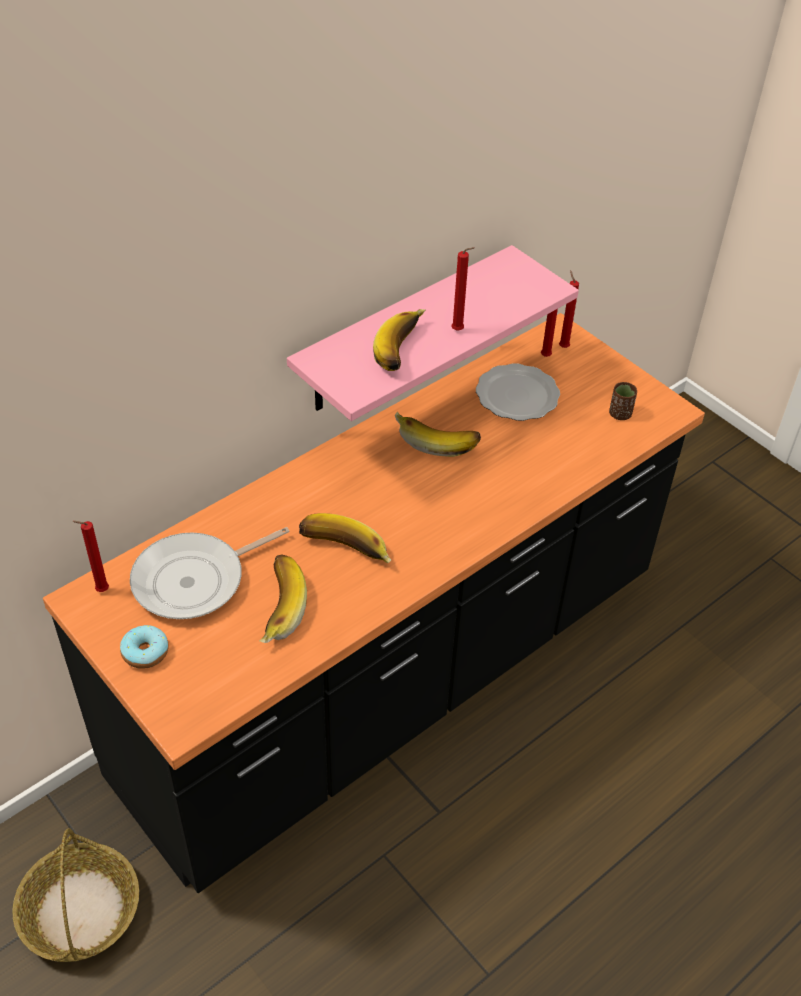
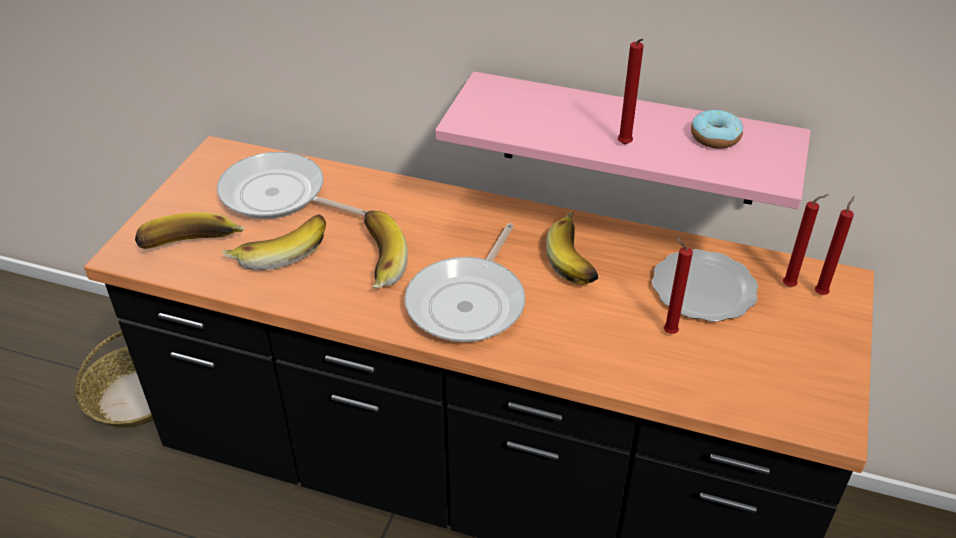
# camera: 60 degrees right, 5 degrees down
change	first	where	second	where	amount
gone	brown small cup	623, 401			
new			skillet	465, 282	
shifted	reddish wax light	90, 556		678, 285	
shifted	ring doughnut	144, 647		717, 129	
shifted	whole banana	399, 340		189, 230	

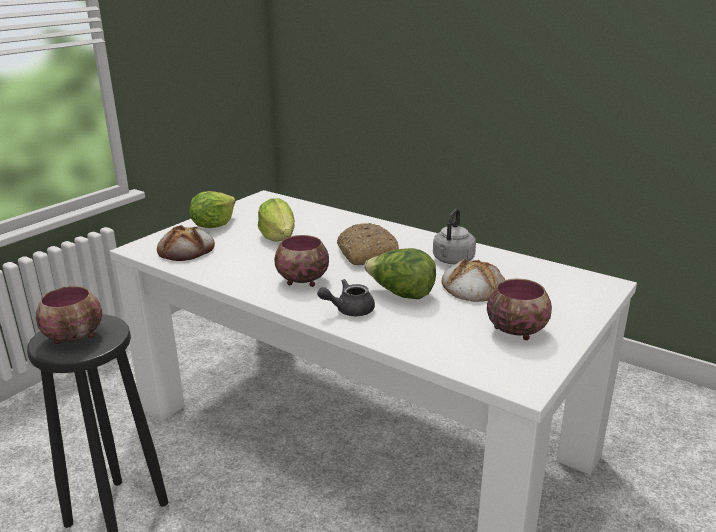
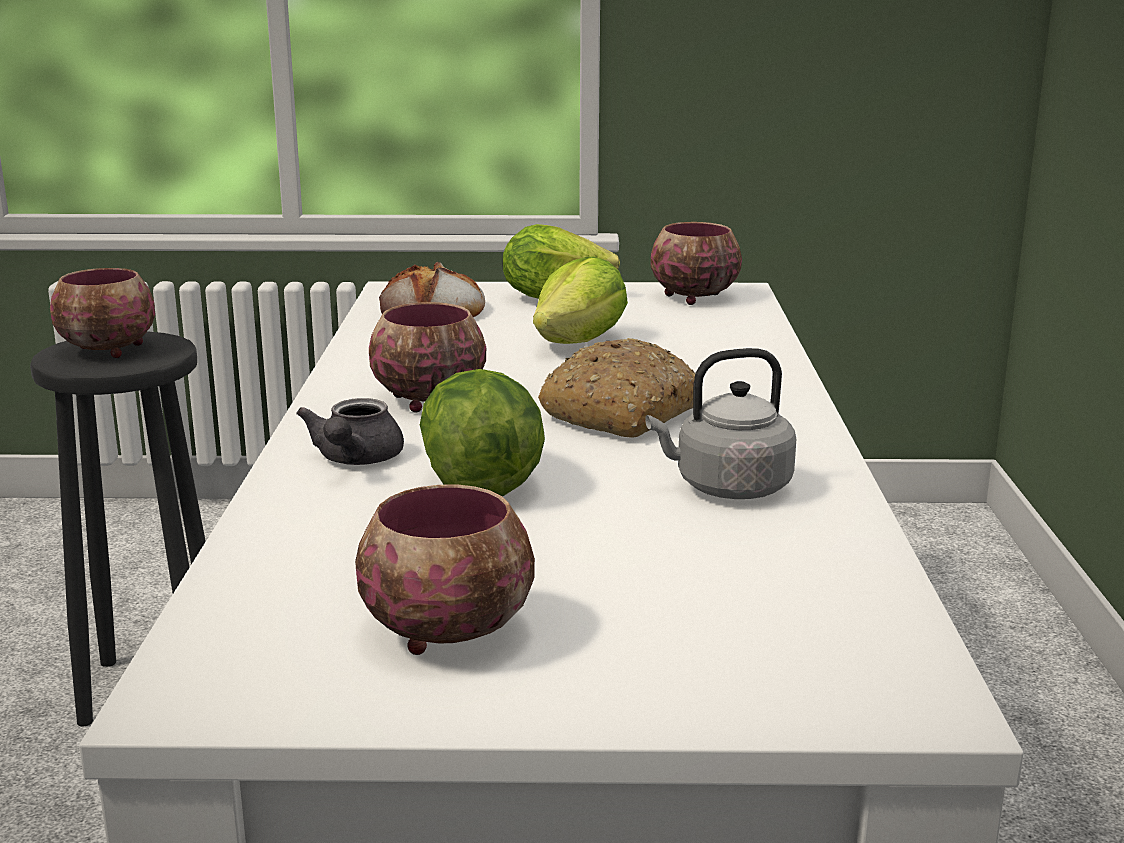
# camera: 55 degrees right, 5 degrees down
change	first	where	second	where	amount
gone	bakery bread	473, 280			
new			serving bowl	696, 263	
rotated	greyish tea pot	346, 297		350, 431	120 degrees counterclockwise

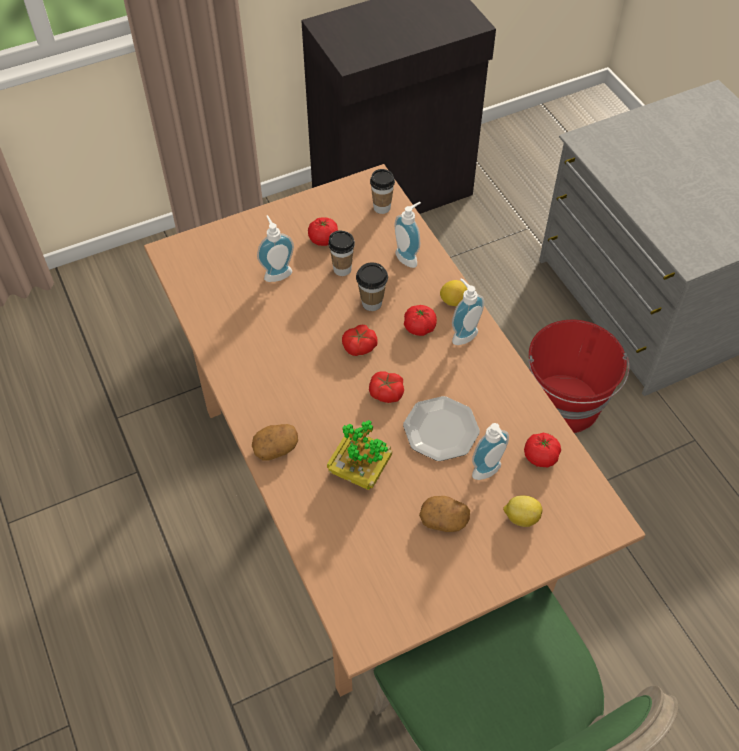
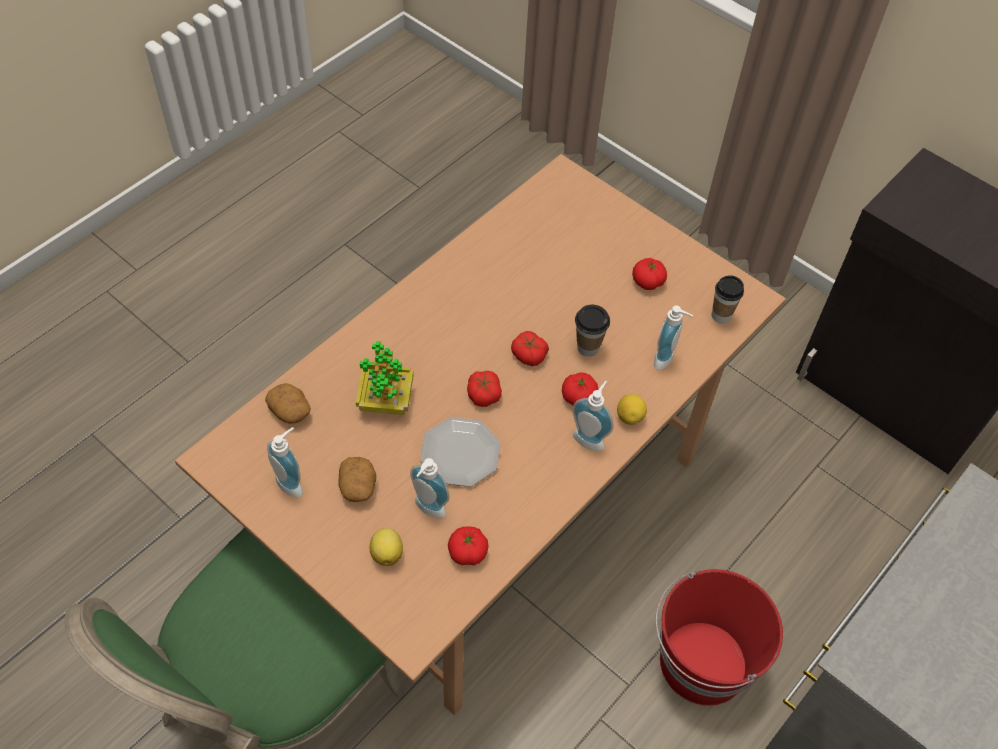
# camera: 65 degrees right, 0 degrees up
change	first	where	second	where	amount
gone	small cup	341, 253			
shifted	spud	275, 442		288, 403	
shifted	soap bottle	275, 248		285, 462	

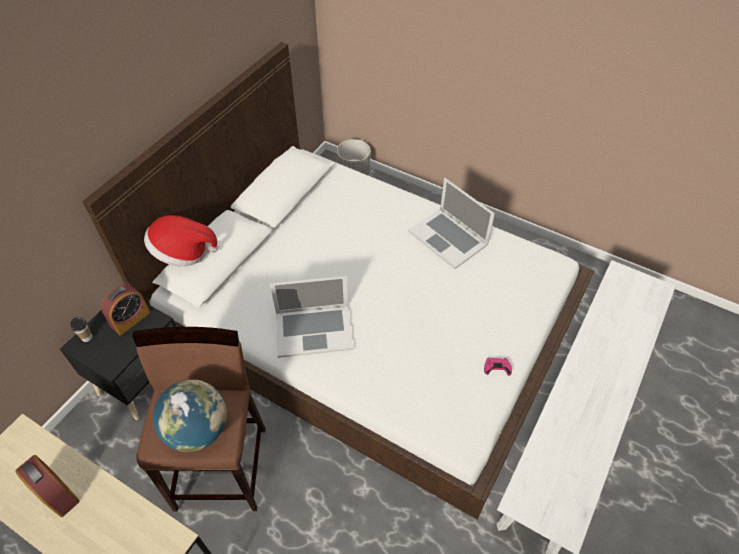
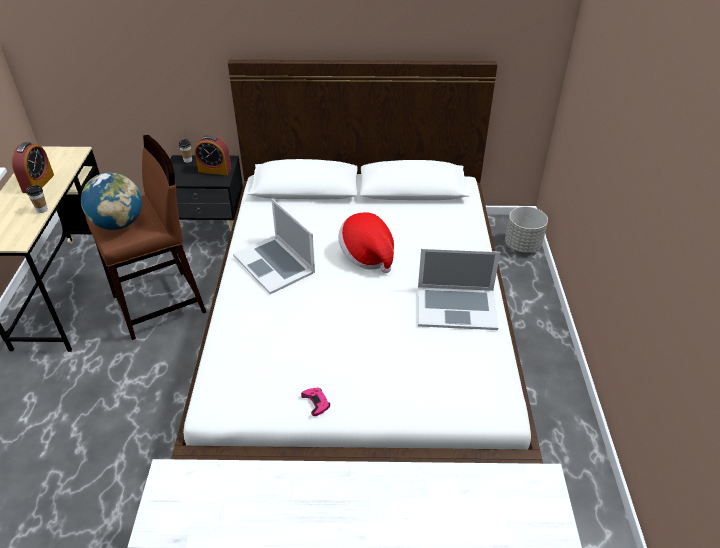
# camera: 60 degrees right, 10 degrees down
change	first	where	second	where	amount
new			small cup	37, 199	
shifted	wearable hat	181, 240		366, 242	
rotated	notebook computer	451, 223		459, 289	105 degrees counterclockwise

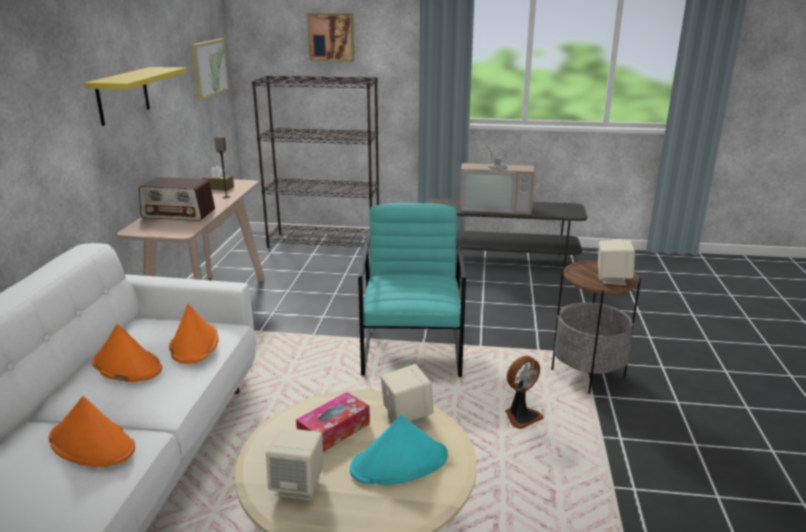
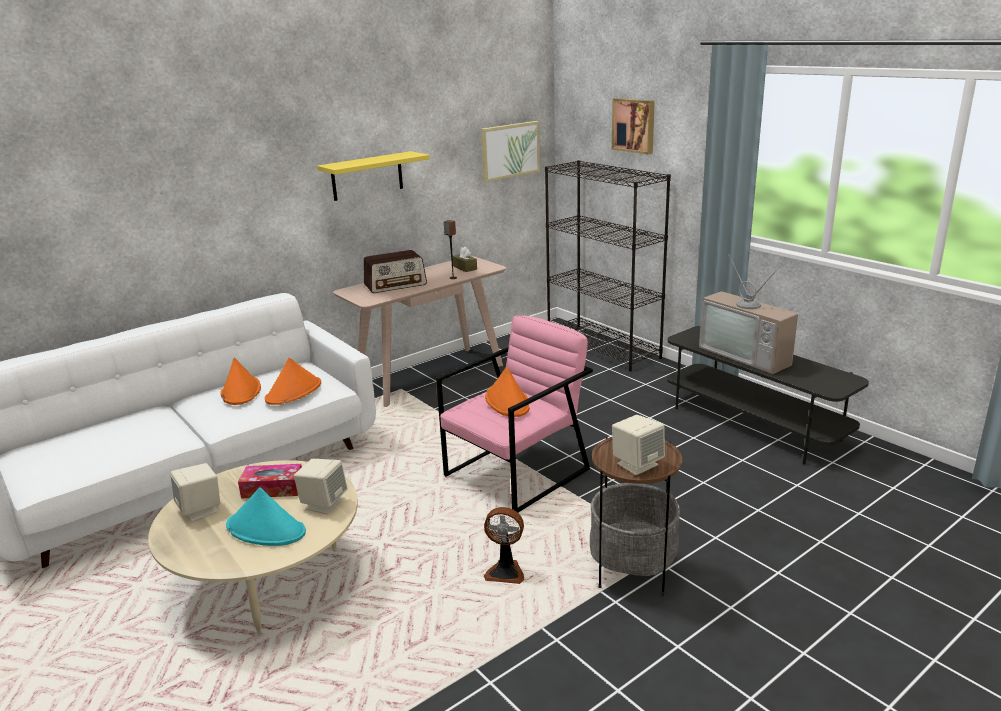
# camera: 45 degrees right, 0 degrees up
change	first	where	second	where	amount
shifted	orangey wearable hat	91, 431		507, 392	
repainted	turquoise-coloured easy chair	412, 290	pinkish easy chair	514, 413	
rotated	radio receiver	177, 199		395, 271	75 degrees counterclockwise

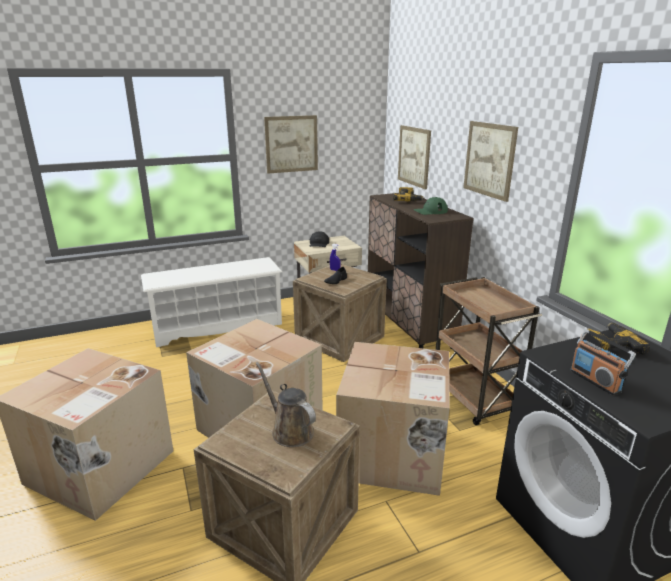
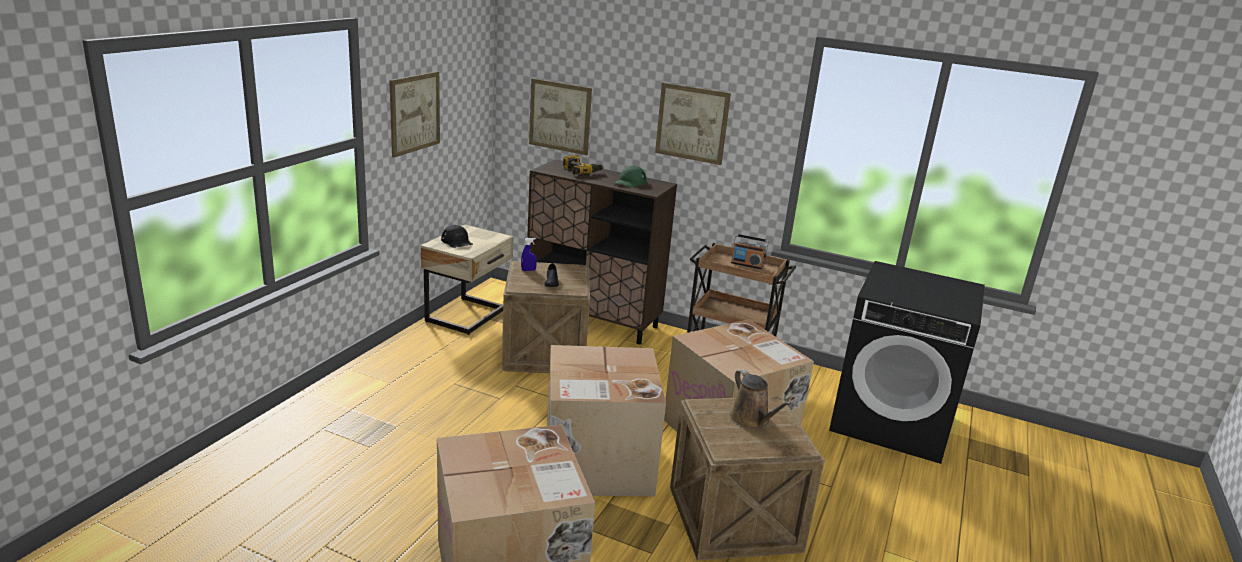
# camera: 45 degrees left, 0 degrees up
change	first	where	second	where	amount
gone	white shoe shelf	211, 302			
gone	drill	616, 339			
shifted	radio receiver	603, 362		750, 251	
rotated	brown sprinkling can	286, 404		761, 399	120 degrees counterclockwise

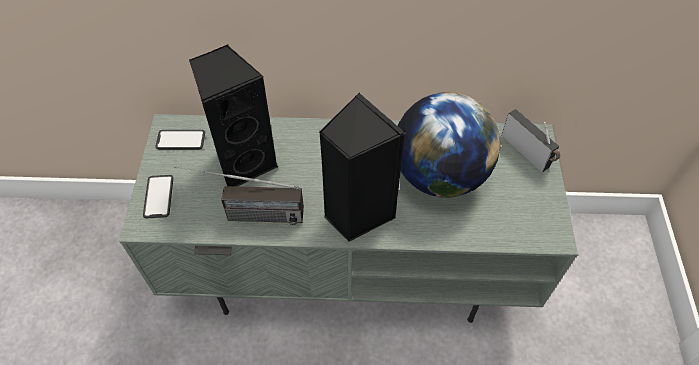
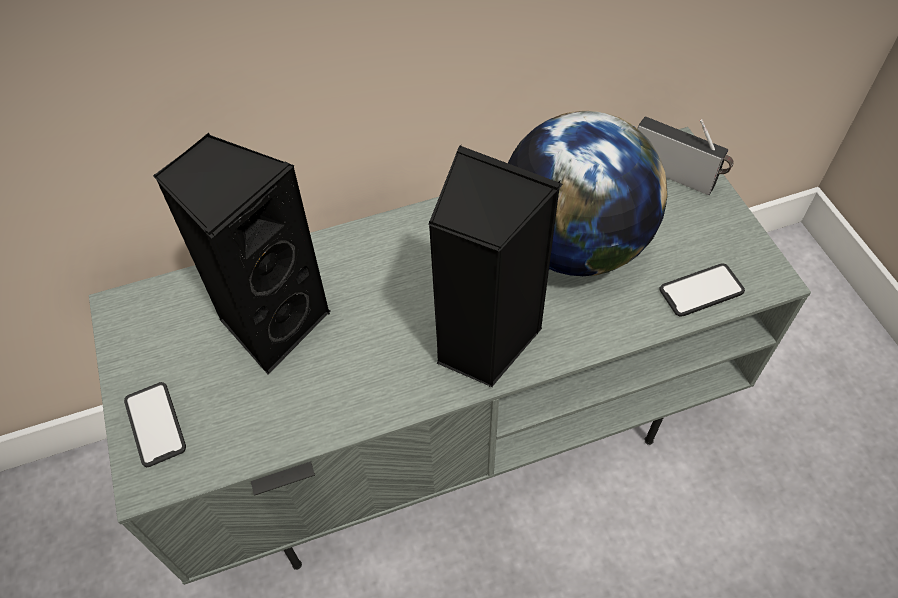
# camera: 20 degrees left, 0 degrees up
change	first	where	second	where	amount
gone	radio receiver	239, 195			
shifted	handset	180, 140		702, 290	

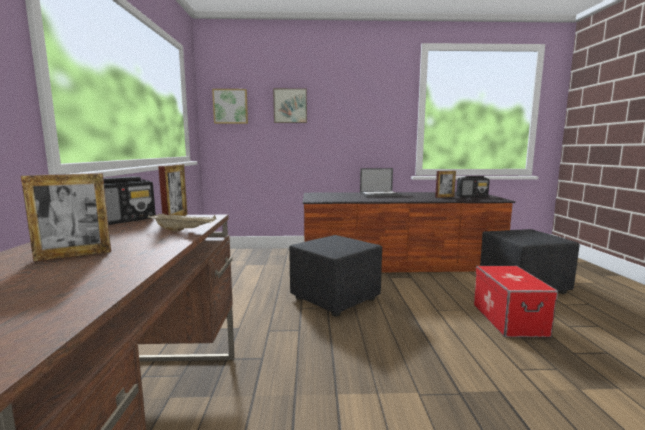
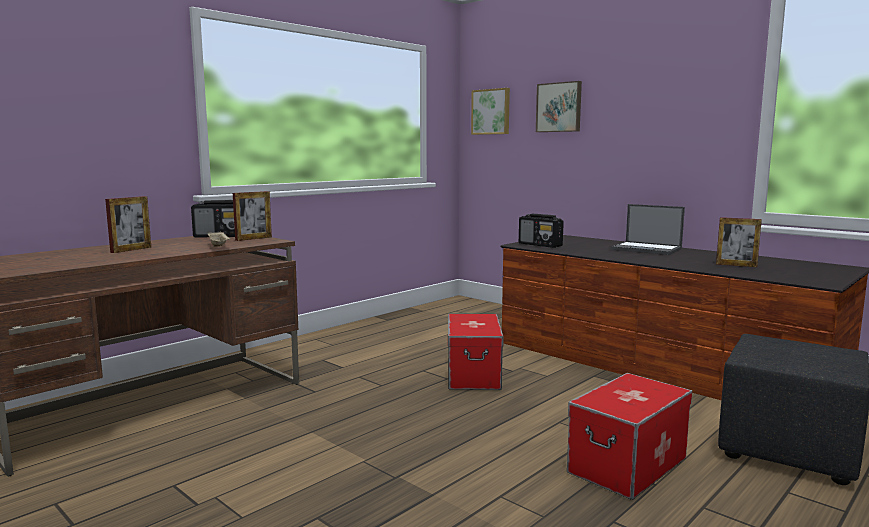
# camera: 45 degrees right, 0 degrees up
change	first	where	second	where	amount
shifted	radio receiver	473, 186		541, 231	
swapped	black-coloured pouffe	335, 276	storage box	476, 352	
rotated	photo frame	66, 217		128, 224	75 degrees counterclockwise

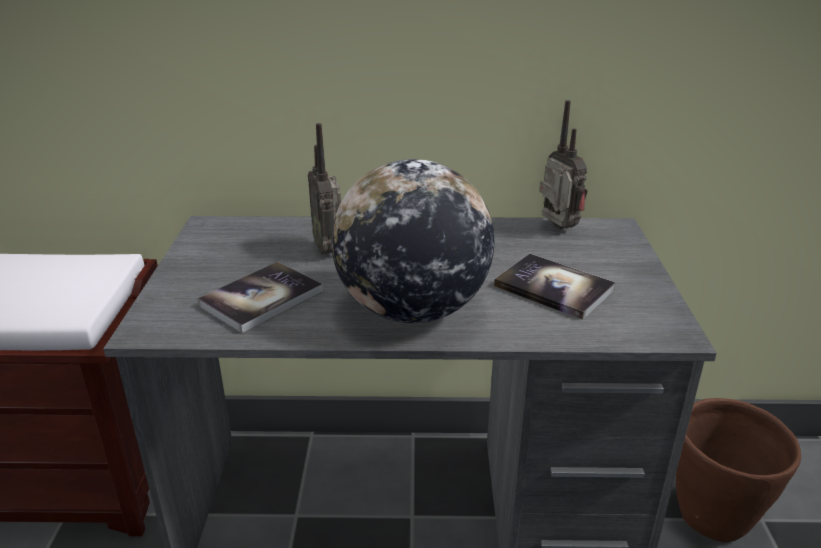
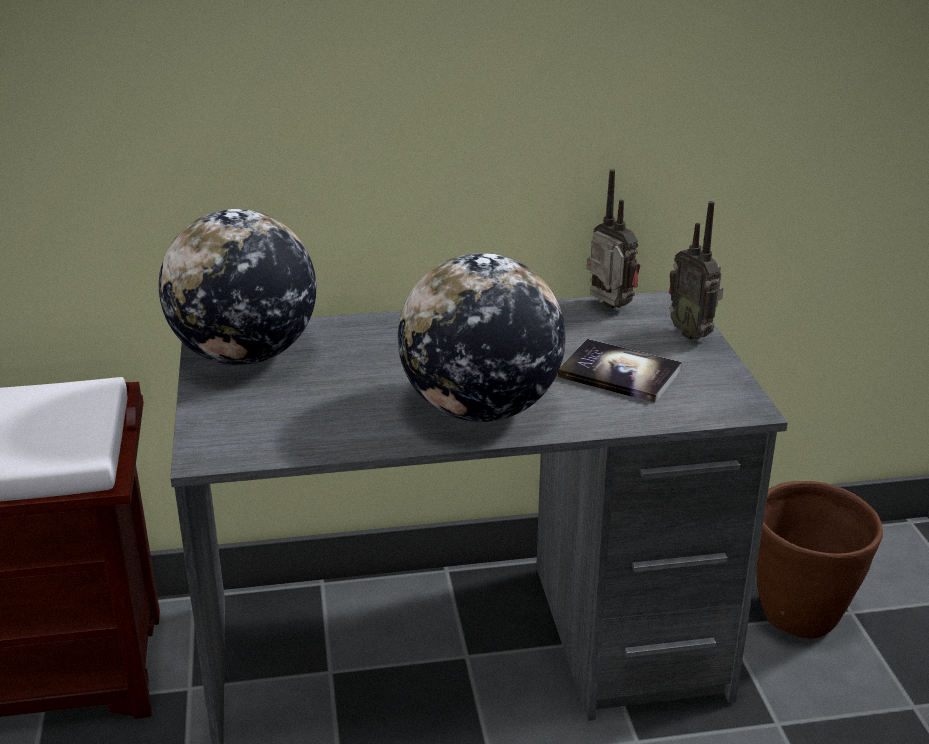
# camera: 10 degrees left, 0 degrees up
change	first	where	second	where	amount
gone	bound book	260, 297			
new			desk globe	237, 287	
shifted	radio receiver	324, 188		696, 270	

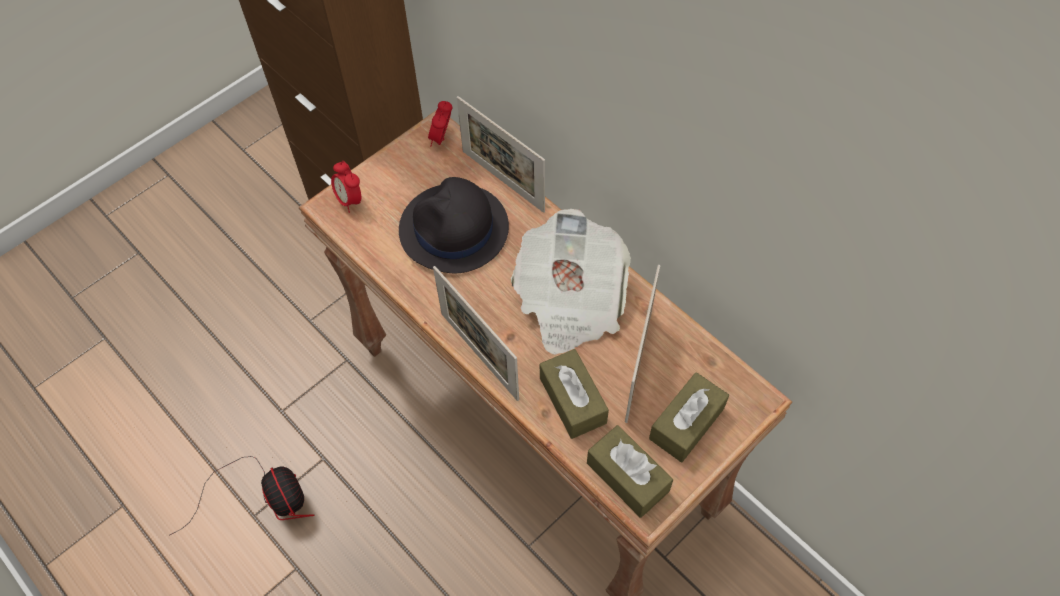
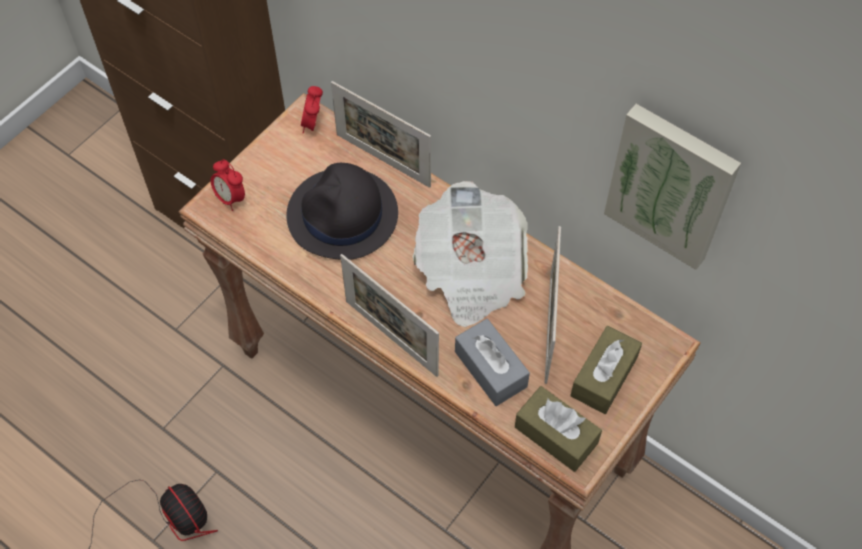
# camera: 10 degrees left, 0 degrees up
change	first	where	second	where	amount
new			wall picture	672, 187	
repainted	brown tissue box	574, 394	greyish tissue box	492, 362	

